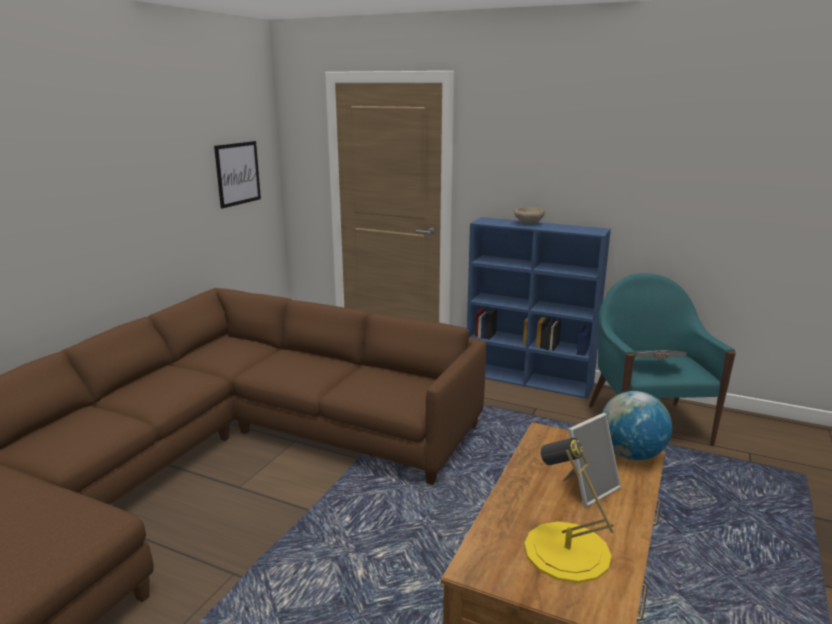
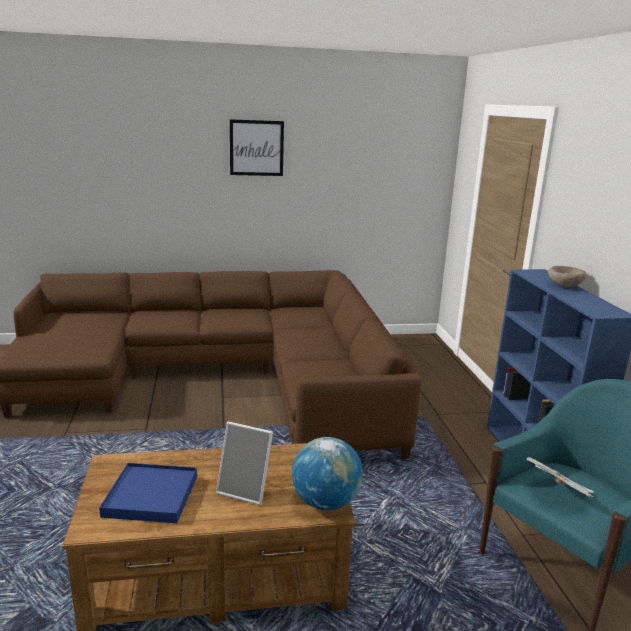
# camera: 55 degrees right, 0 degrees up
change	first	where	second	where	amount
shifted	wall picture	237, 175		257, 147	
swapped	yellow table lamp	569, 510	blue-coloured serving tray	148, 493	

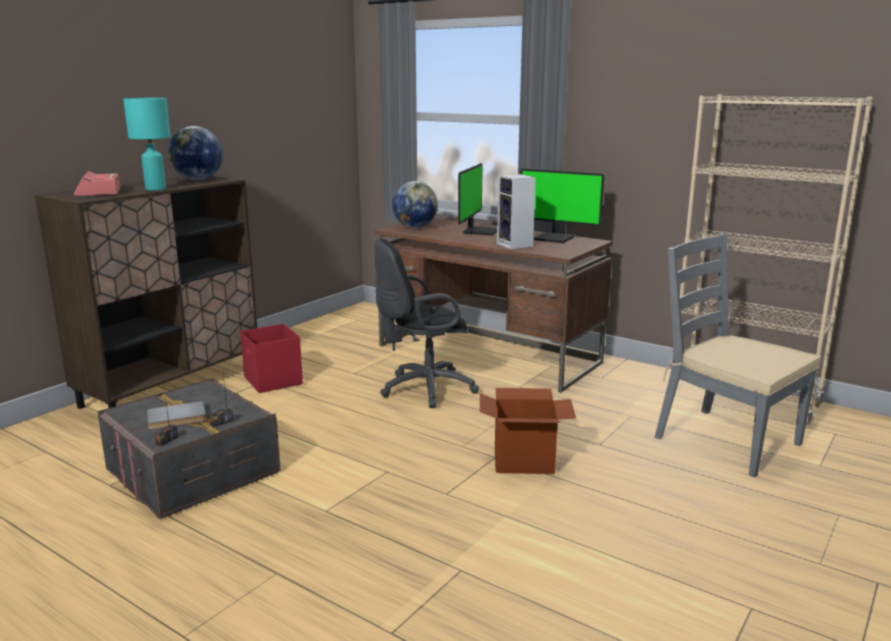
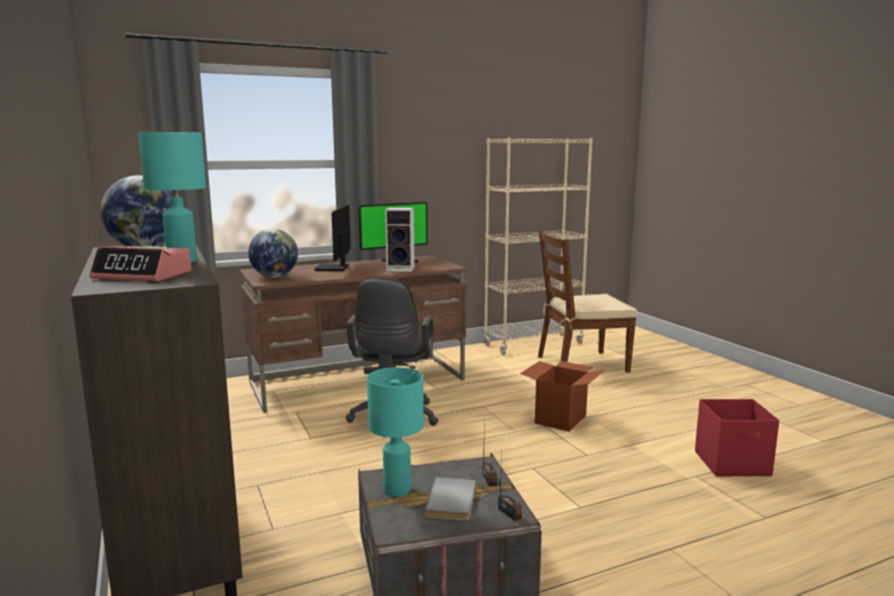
# camera: 60 degrees left, 5 degrees down
change	first	where	second	where	amount
new			turquoise-coloured table lamp	395, 432	
shifted	reddish storage box	271, 358		737, 437	
repainted	greyish upright chair	738, 355	brown upright chair	588, 301	
rotated	computer display	477, 199		332, 238	135 degrees counterclockwise

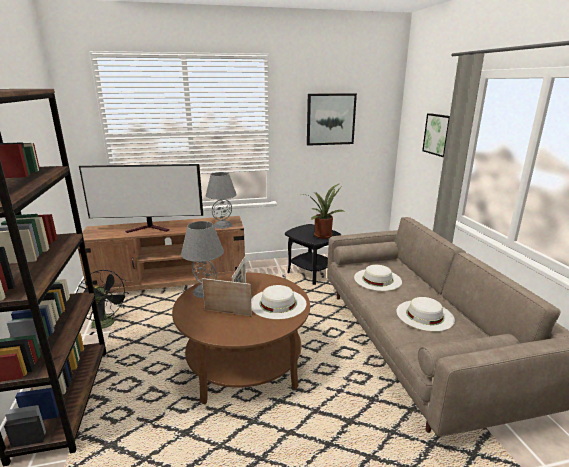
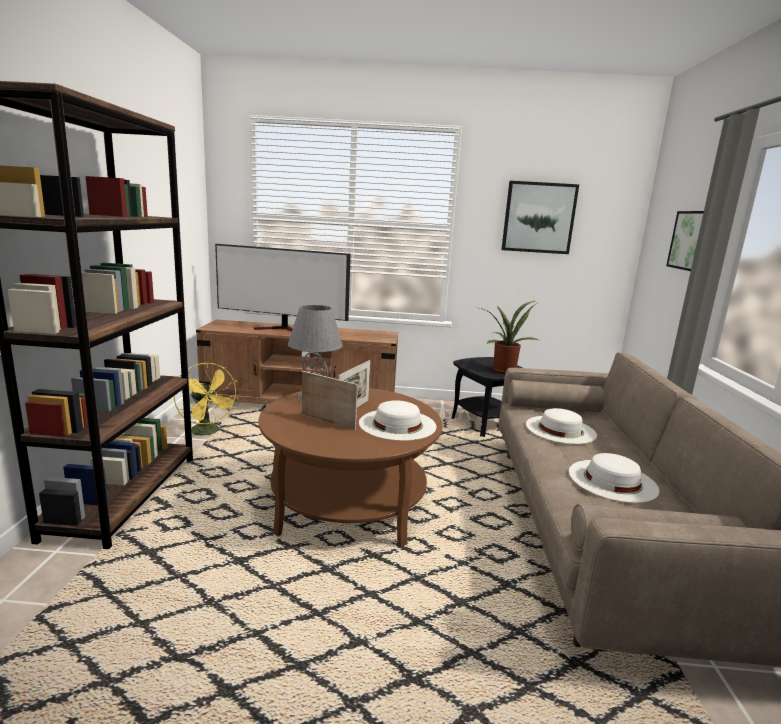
# camera: 15 degrees right, 5 degrees down
change	first	where	second	where	amount
gone	greyish table lamp	221, 200			
repainted	black-coloured fan	102, 302	yellow fan	206, 401	

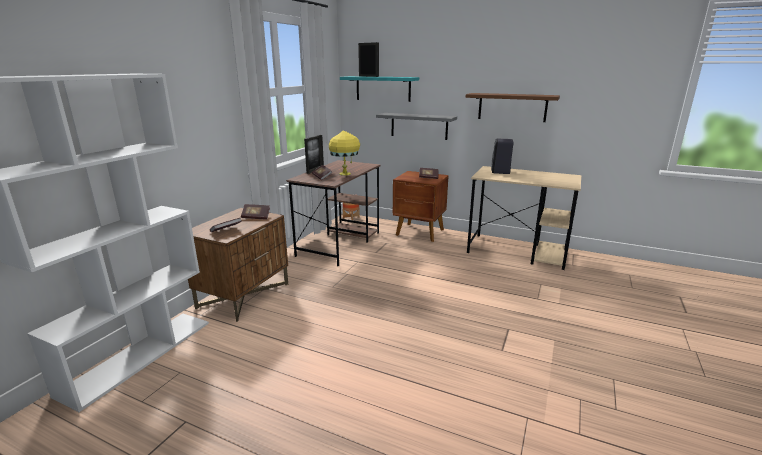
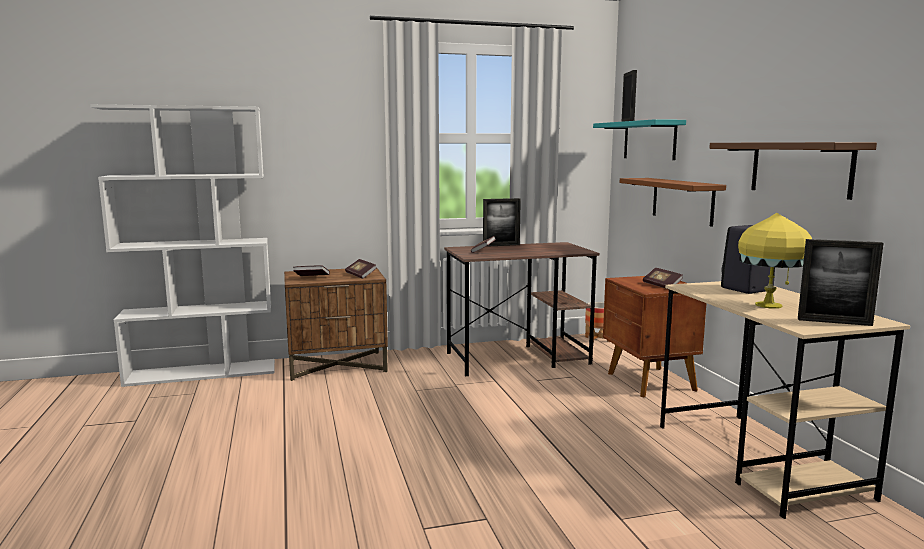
# camera: 50 degrees right, 10 degrees down
change	first	where	second	where	amount
new			photo frame	841, 282	
shifted	yellow table lamp	344, 153		775, 261	
repainted	greyish shelf	416, 126	brown shelf	673, 202	

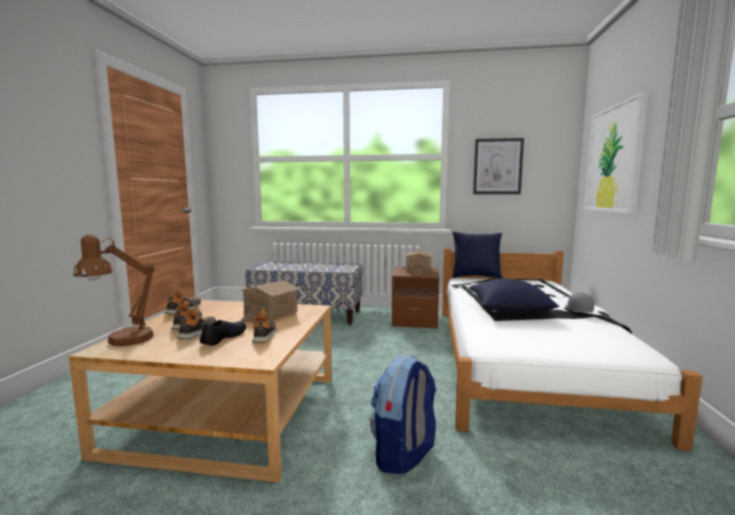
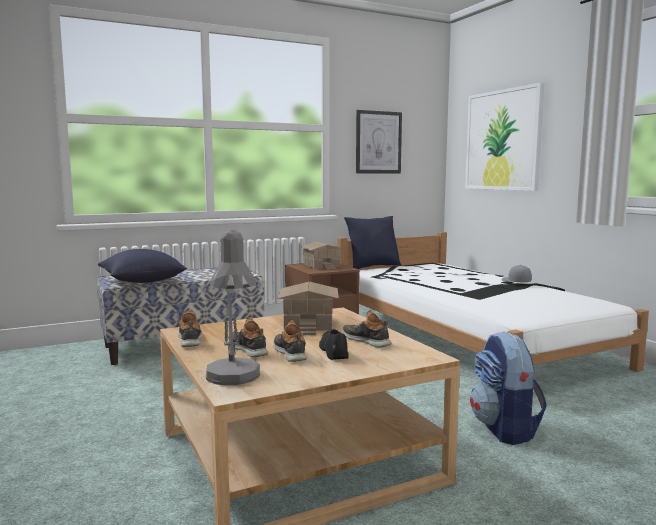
# camera: 35 degrees left, 0 degrees up
change	first	where	second	where	amount
shifted	blue-coloured cushion	514, 296		142, 266	
repainted	brown table lamp	114, 290	greyish table lamp	233, 307	

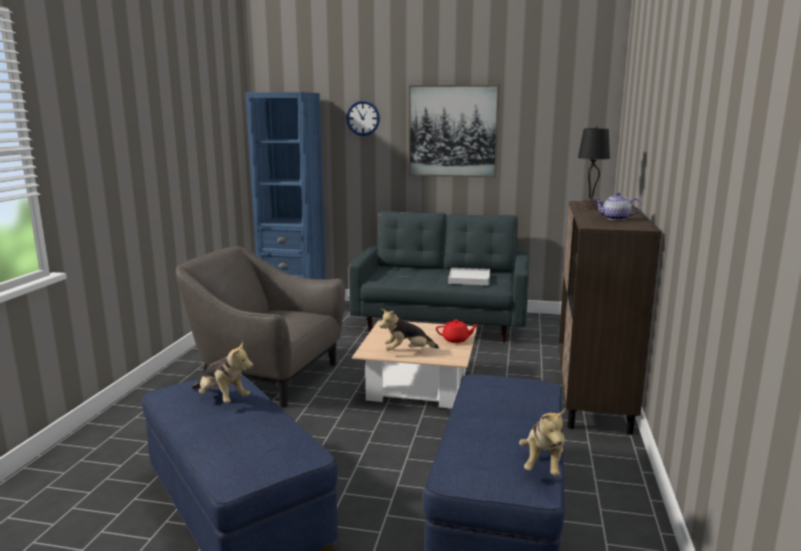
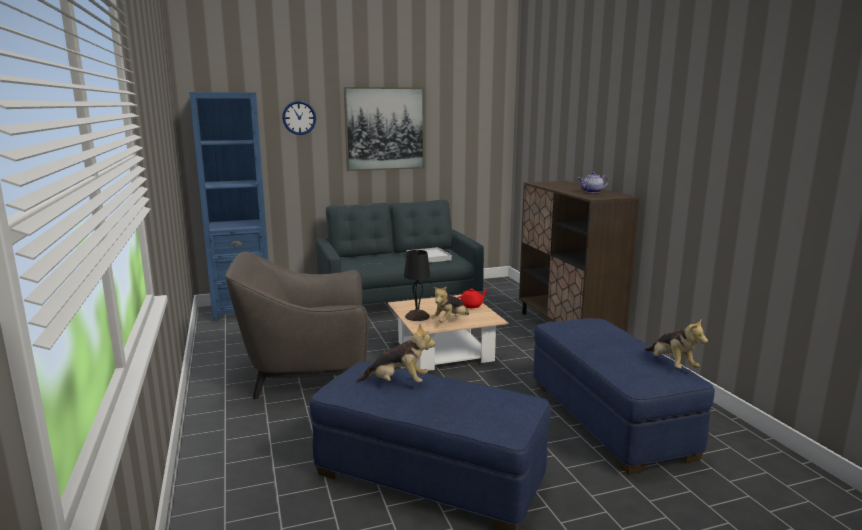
# camera: 30 degrees left, 0 degrees up
change	first	where	second	where	amount
shifted	black-coloured table lamp	592, 167		417, 285	

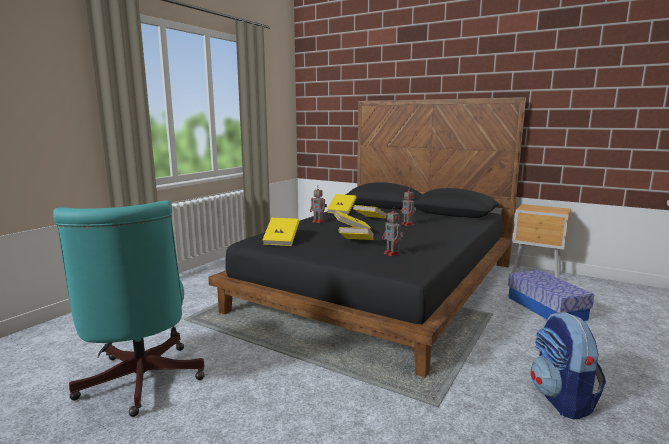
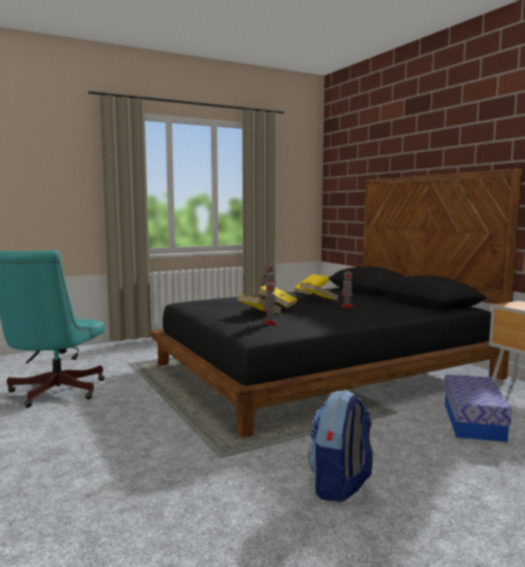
# camera: 30 degrees right, 5 degrees down
change	first	where	second	where	amount
gone	yellow bound book	280, 232			

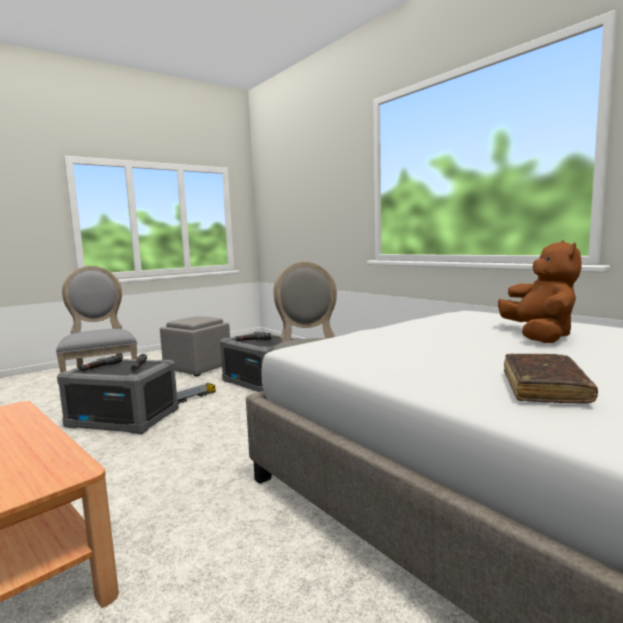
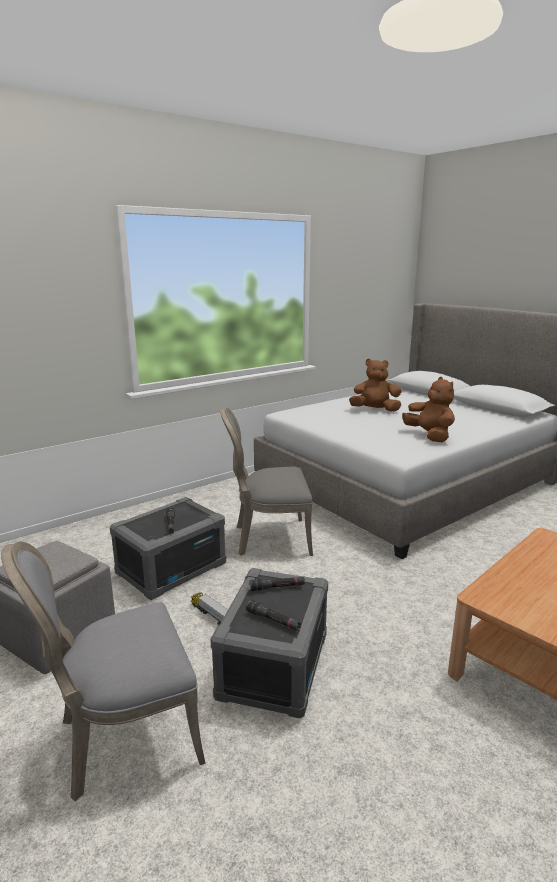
# camera: 90 degrees left, 10 degrees up
change	first	where	second	where	amount
gone	brown bound book	551, 378			
new			brown plush toy	428, 410	

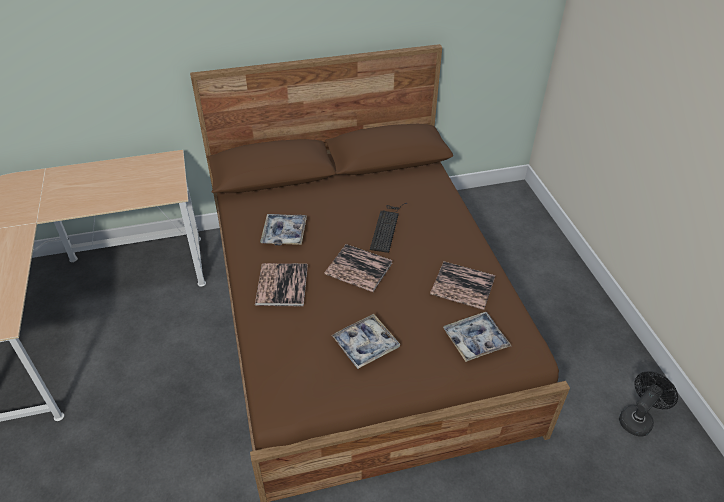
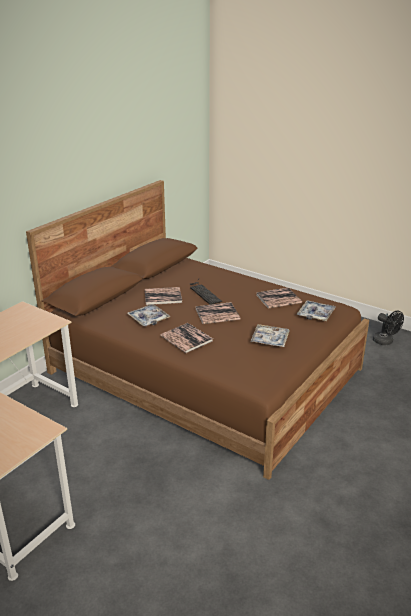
# camera: 40 degrees left, 15 degrees down
change	first	where	second	where	amount
new			bound book	163, 296	
rotated	black-coloured fan	648, 404		388, 328	135 degrees clockwise

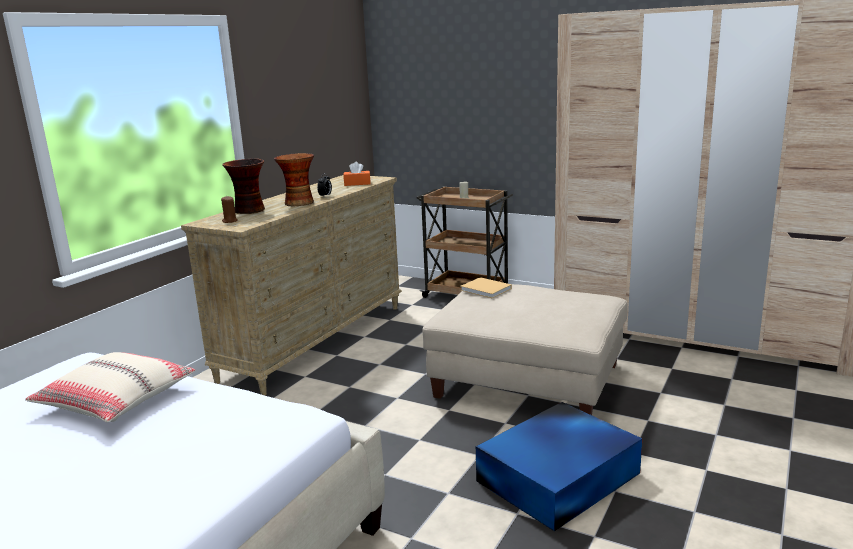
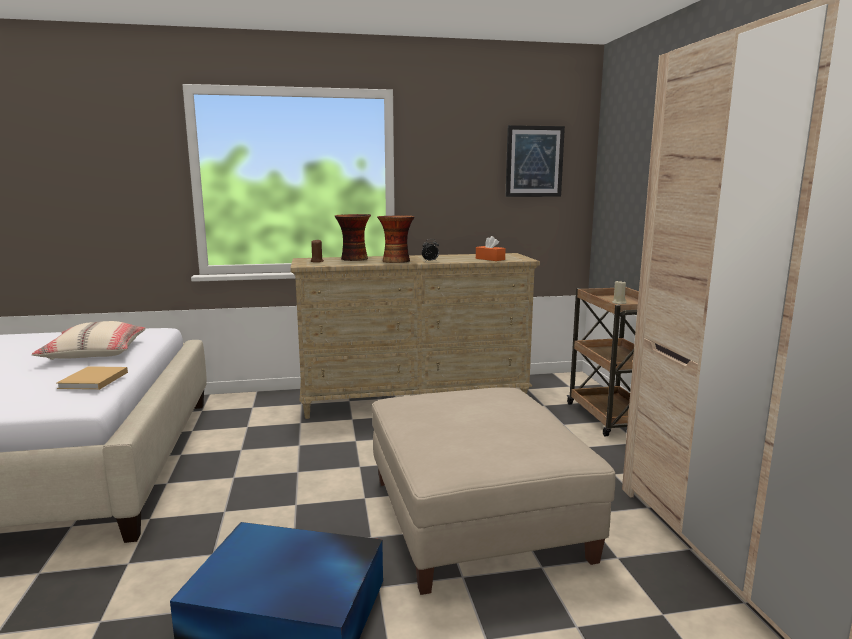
# camera: 50 degrees right, 5 degrees down
change	first	where	second	where	amount
new			wall picture	535, 161	
shifted	sand-coloured bound book	486, 287		92, 378	

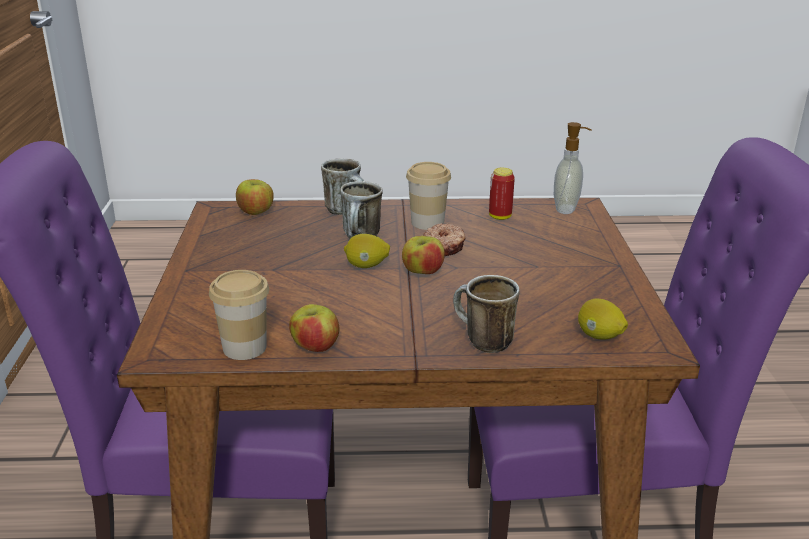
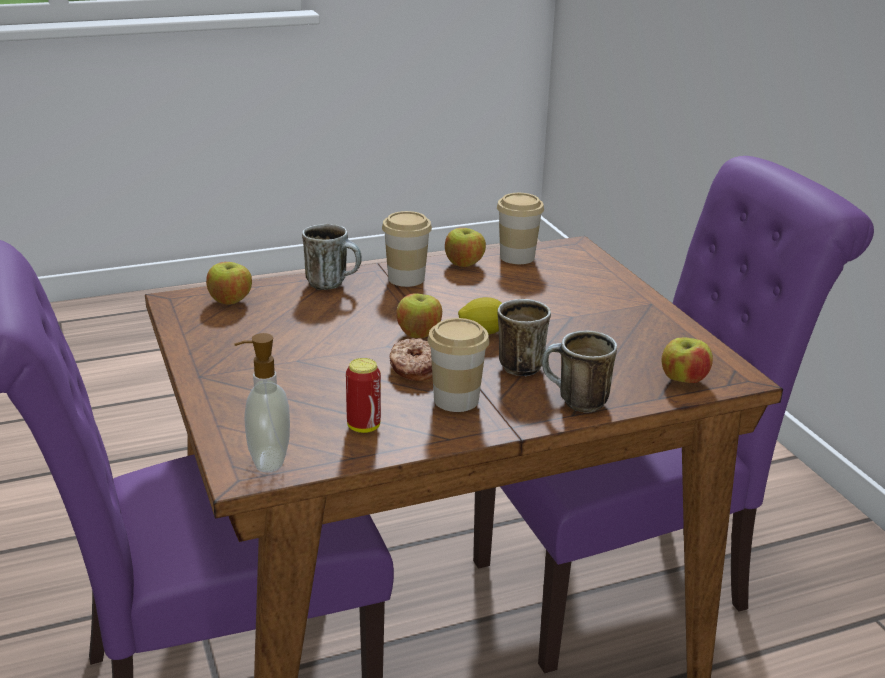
# camera: 160 degrees right, 0 degrees up
change	first	where	second	where	amount
new			small cup	407, 249	
swapped	citrus fruit	603, 319	apple	229, 283	

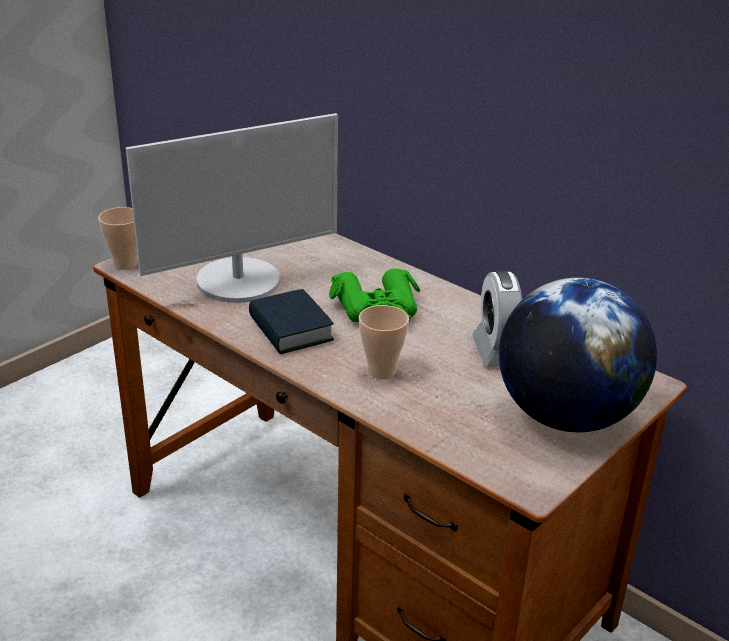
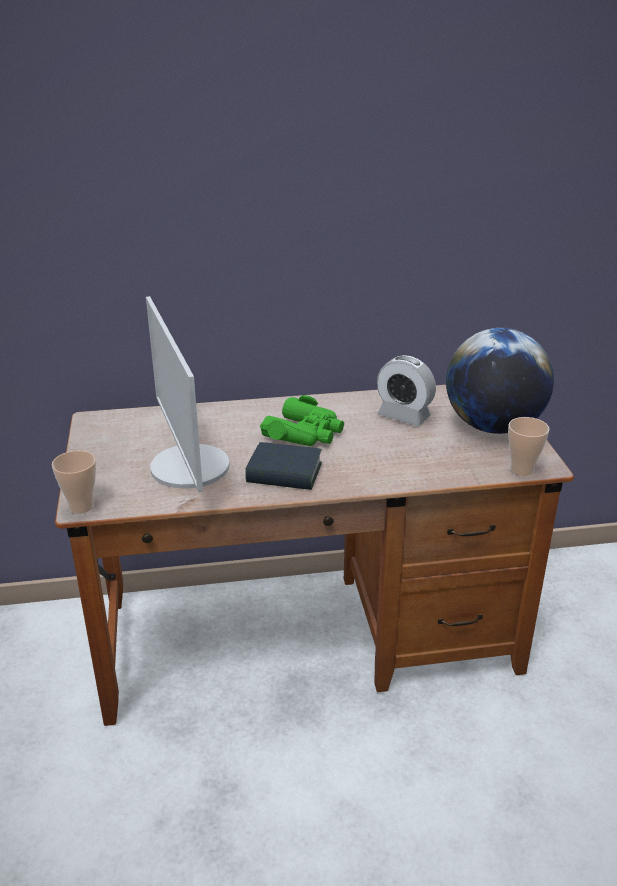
# camera: 50 degrees left, 0 degrees up
change	first	where	second	where	amount
shifted	small cup	384, 342		529, 446	
rotated	computer display	232, 208		187, 394	150 degrees clockwise

